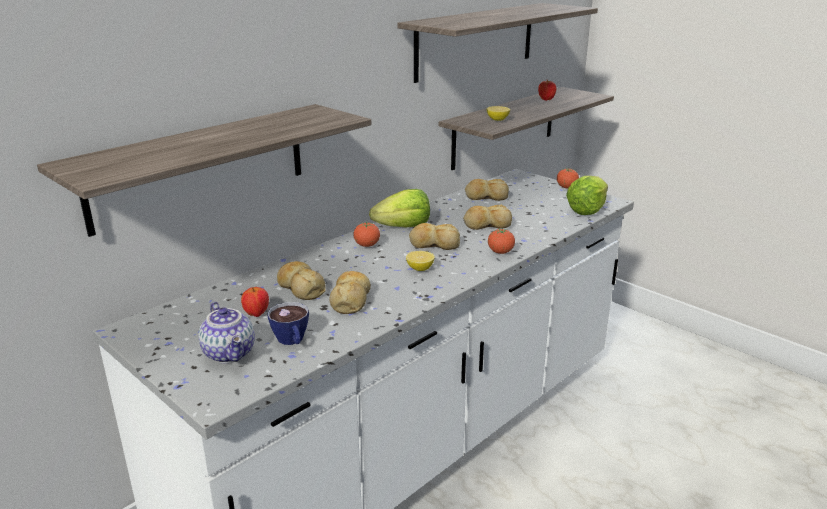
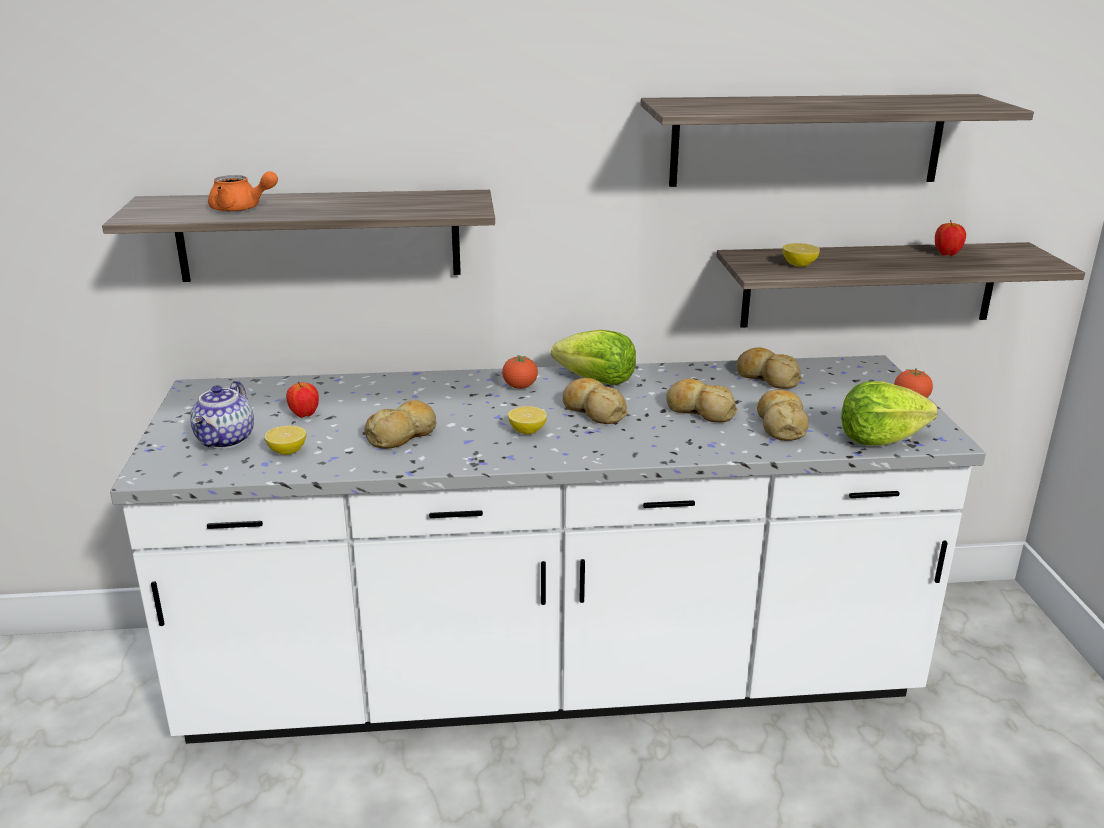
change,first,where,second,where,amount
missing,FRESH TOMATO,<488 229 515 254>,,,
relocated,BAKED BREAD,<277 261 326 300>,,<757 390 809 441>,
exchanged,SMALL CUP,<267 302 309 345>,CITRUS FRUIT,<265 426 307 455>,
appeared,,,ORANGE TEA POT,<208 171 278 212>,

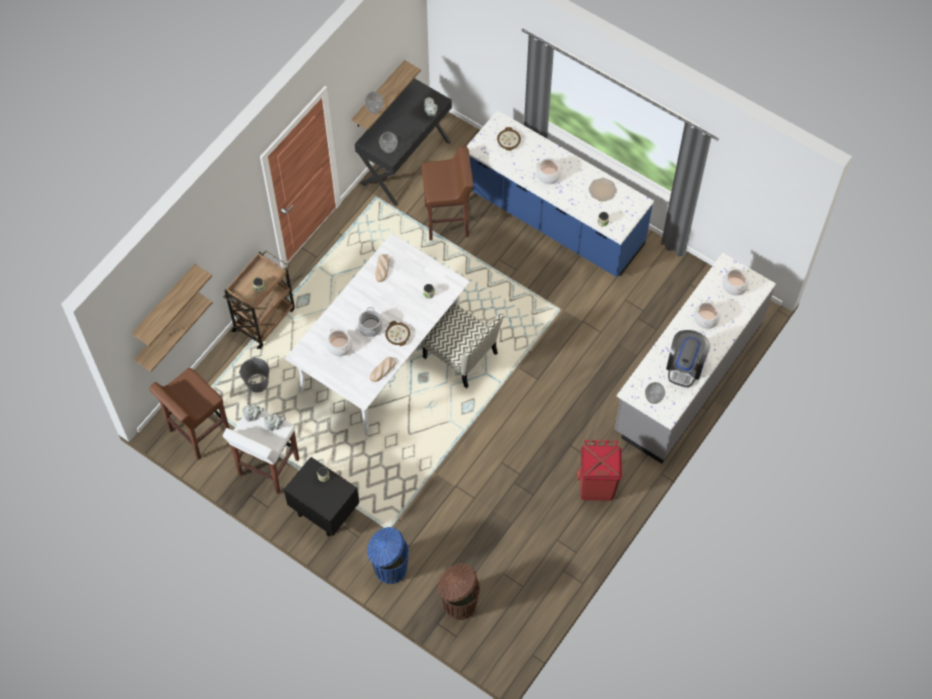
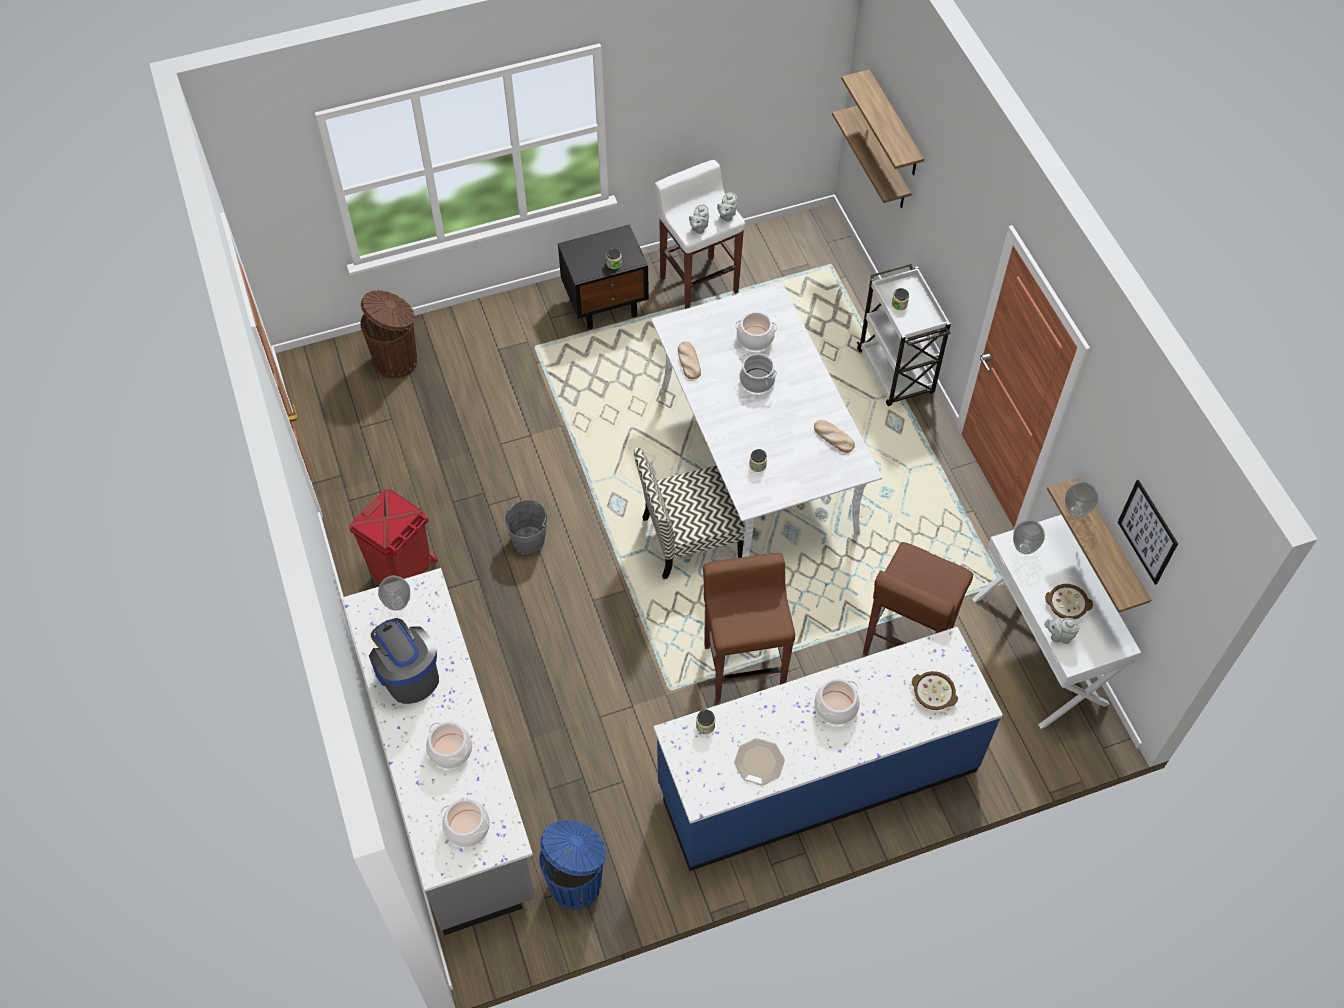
change,first,where,second,where,amount
colour,BLACKISH DESK UNIT,<355 78 452 206>,WHITE DESK UNIT,<972 515 1141 729>,
colour,BROWNISH TROLLEY,<223 250 295 349>,WHITE TROLLEY,<857 264 951 406>,
relocated,SERVING BOWL,<385 321 410 346>,,<1045 584 1093 619>,
relocated,GREY PAIL,<239 357 270 392>,,<504 500 548 554>,
relocated,BROWNISH STOOL SEAT,<149 368 229 460>,,<703 553 795 702>,
relocated,BLUE TRASH CAN,<367 527 409 584>,,<539 820 607 909>,
appeared,,,WALL ART,<1118 480 1178 585>,

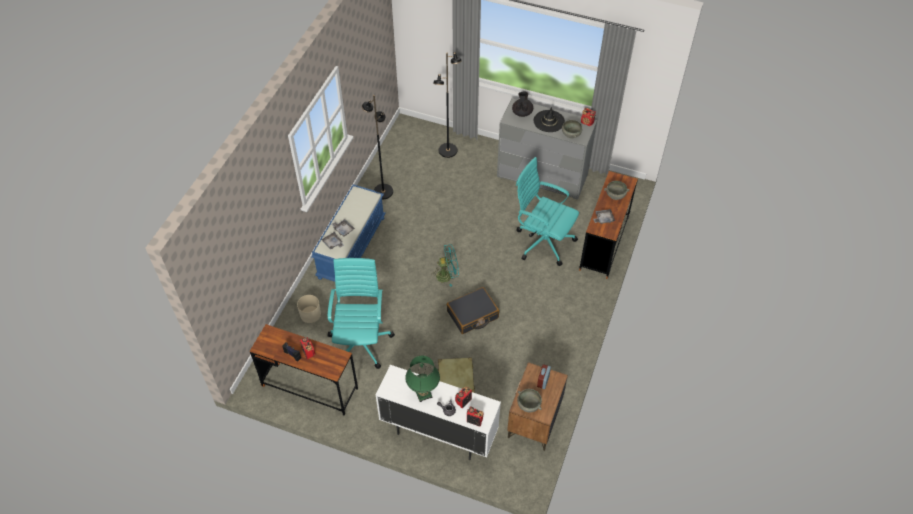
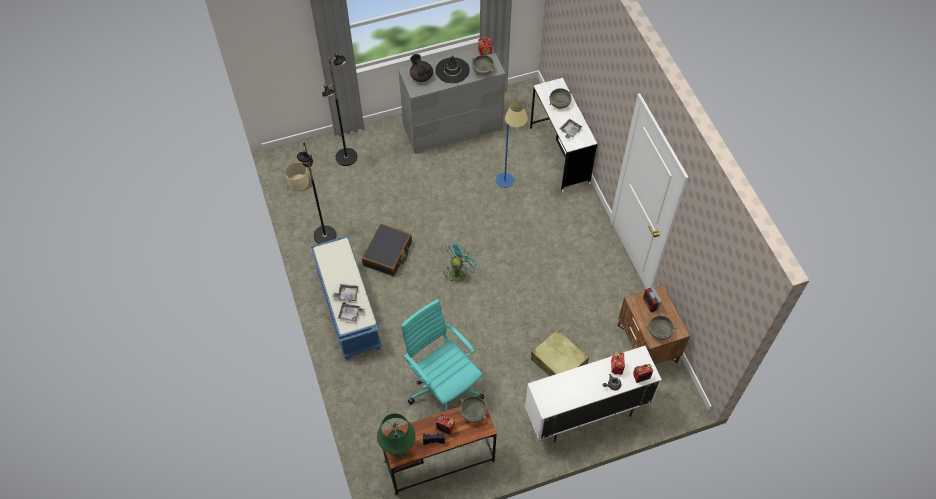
change,first,where,second,where,amount
exchanged,TURQUOISE COMPUTER CHAIR,<516 157 579 266>,BLUE STANDARD LAMP,<496 101 528 188>,
colour,BROWNISH DESK UNIT,<579 171 638 279>,WHITE DESK UNIT,<530 78 597 192>,
relocated,BLACKISH SUITCASE,<447 287 499 334>,,<362 224 412 276>,
relocated,SAND-COLOURED PLANT POT,<297 295 321 323>,,<285 162 309 191>,
relocated,GREEN-COLOURED TABLETOP LAMP,<405 356 440 402>,,<377 413 416 459>,
appeared,,,GREY SERVING BOWL,<460 396 487 423>,

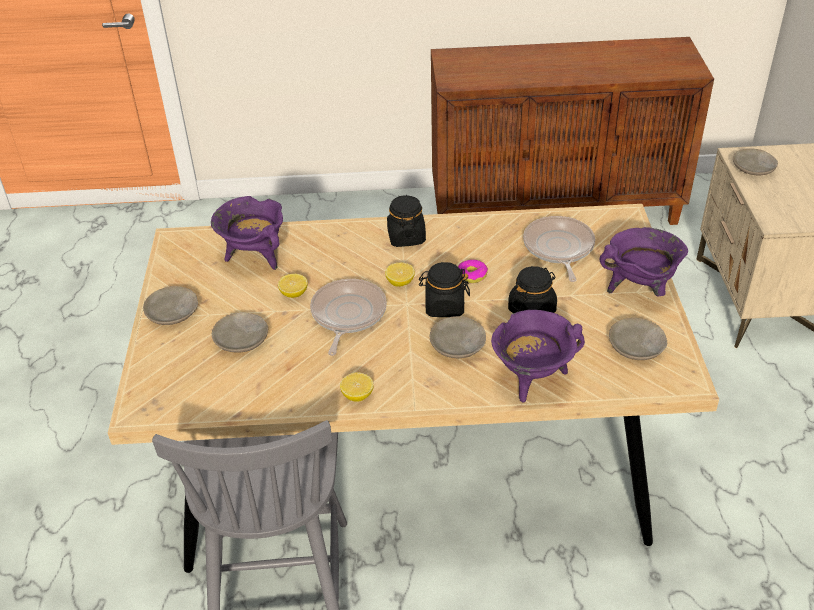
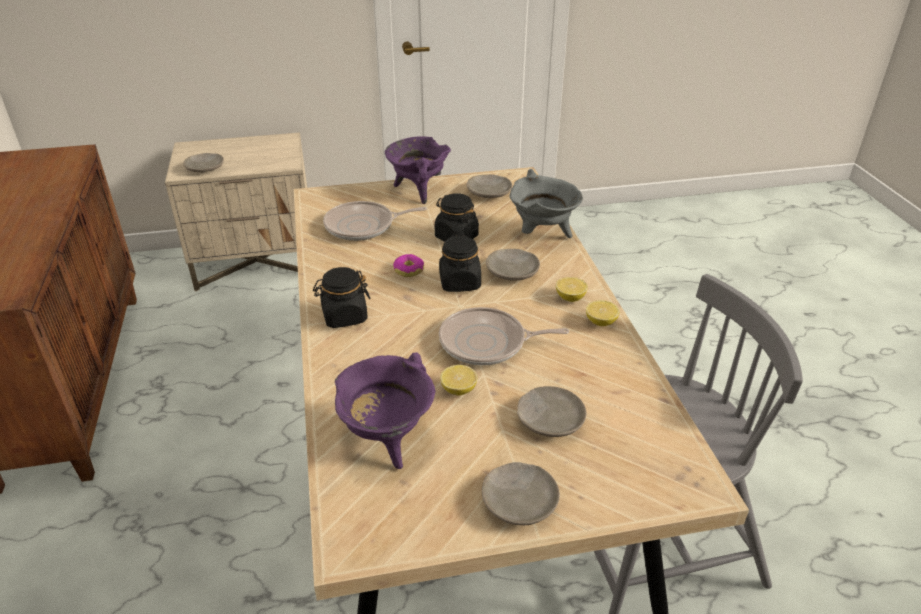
change,first,where,second,where,amount
relocated,CITRUS FRUIT,<385 263 415 287>,,<556 277 588 302>,
colour,PURPLE STOCKPOT,<491 310 585 403>,GREY STOCKPOT,<510 169 583 238>,

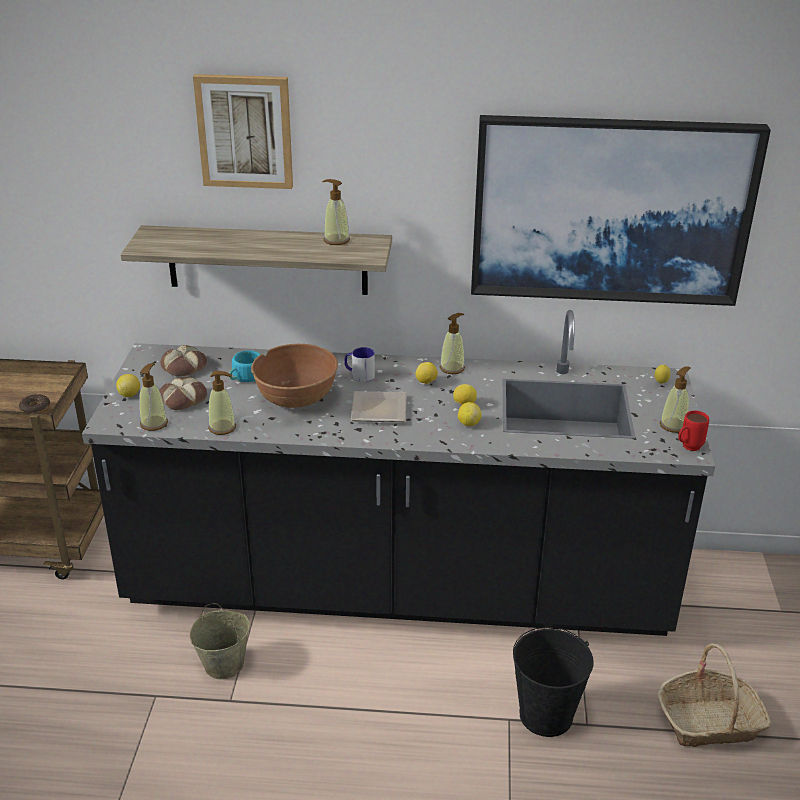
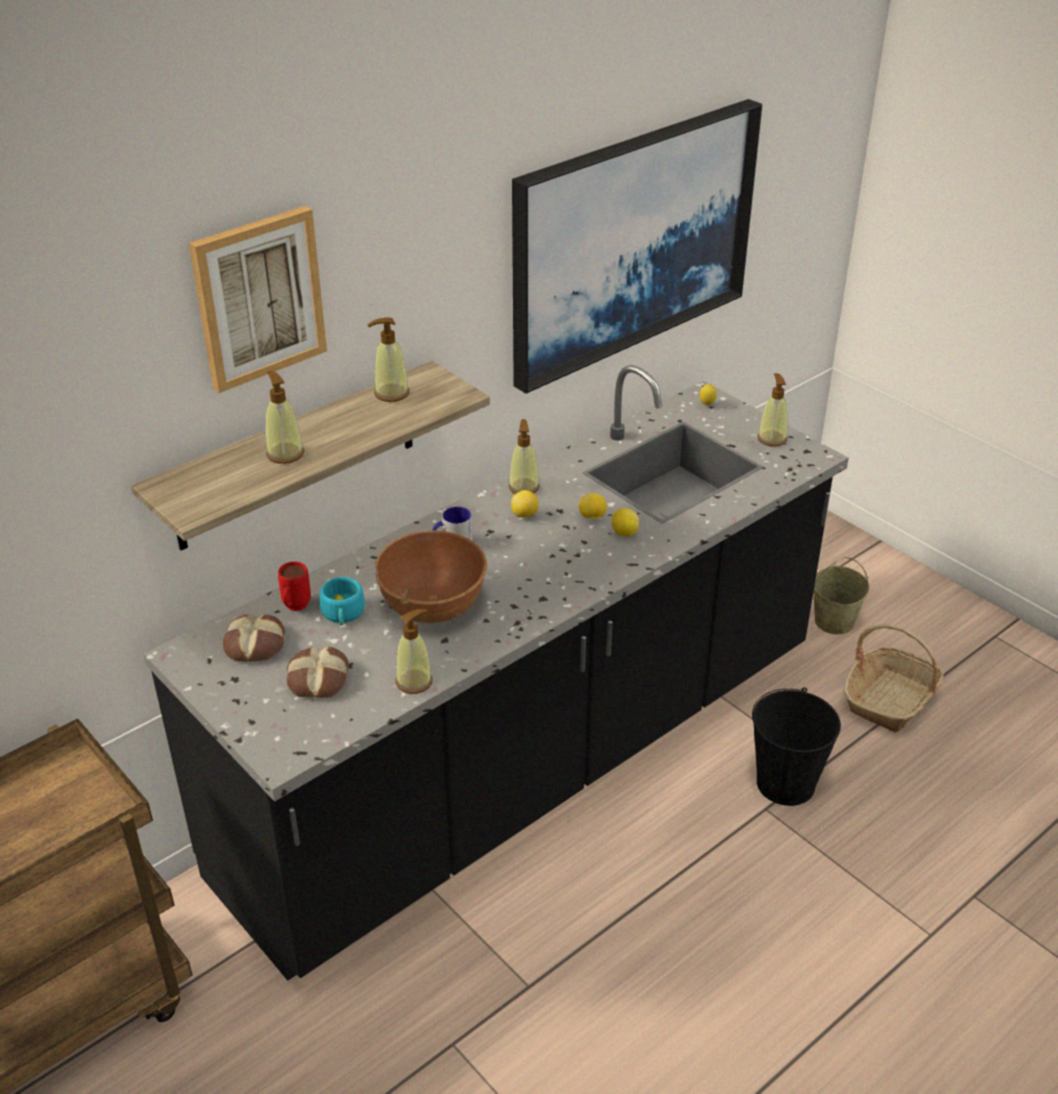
change,first,where,second,where,amount
relocated,LIQUID SOAP BOTTLE,<139 363 168 431>,,<265 371 304 464>,
missing,CITRUS FRUIT,<116 374 140 397>,,,
missing,FLAT DISH,<351 391 407 422>,,,
missing,DONUT,<19 394 50 413>,,,
relocated,REDDISH TEA MUG,<678 411 709 451>,,<278 562 311 611>,
relocated,SAND-COLOURED PAIL,<190 603 250 679>,,<813 557 870 634>,

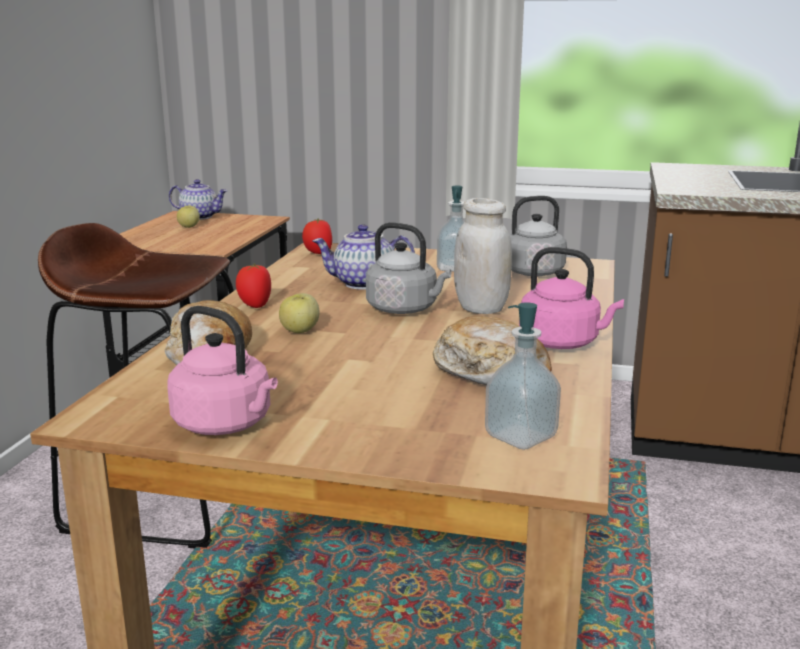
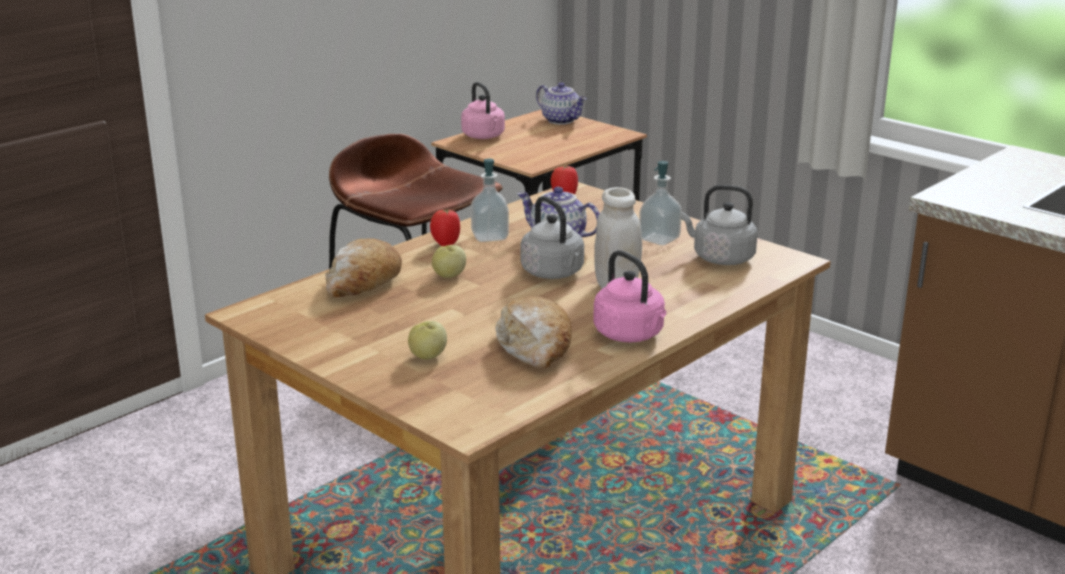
change,first,where,second,where,amount
relocated,WHOLE APPLE,<177 206 200 228>,,<408 321 447 359>,
relocated,LIQUID SOAP BOTTLE,<485 302 561 450>,,<471 159 509 242>,
relocated,PINKISH KETTLE,<167 306 278 435>,,<461 82 505 139>,

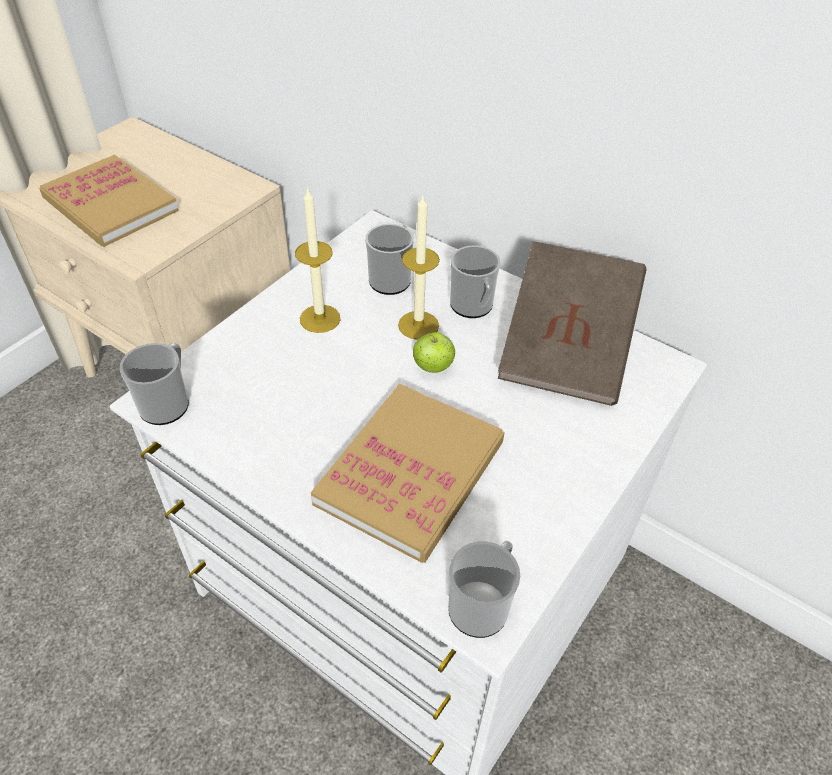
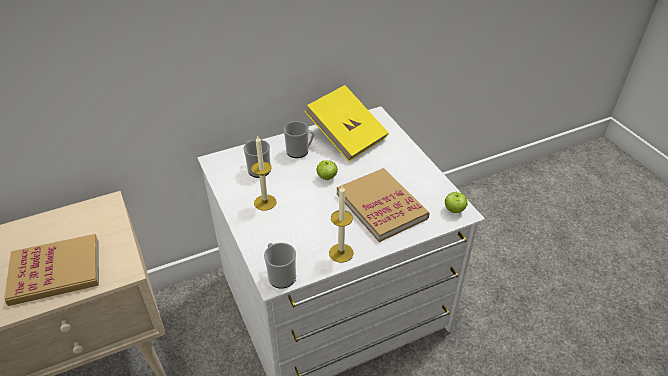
change,first,where,second,where,amount
relocated,WAX CANDLE,<398 196 440 340>,,<329 186 354 263>,
colour,BROWNISH VOLUME,<498 241 646 406>,YELLOW-COLOURED VOLUME,<305 85 389 162>,
exchanged,TEA MUG,<448 541 520 638>,WHOLE APPLE,<445 191 467 213>,

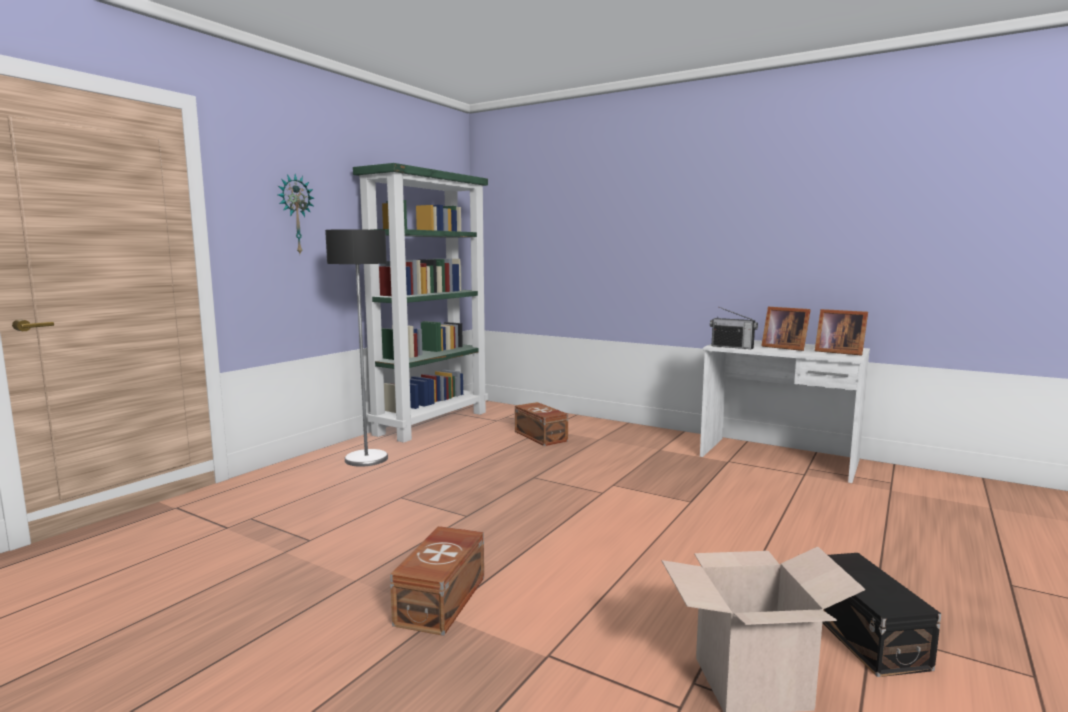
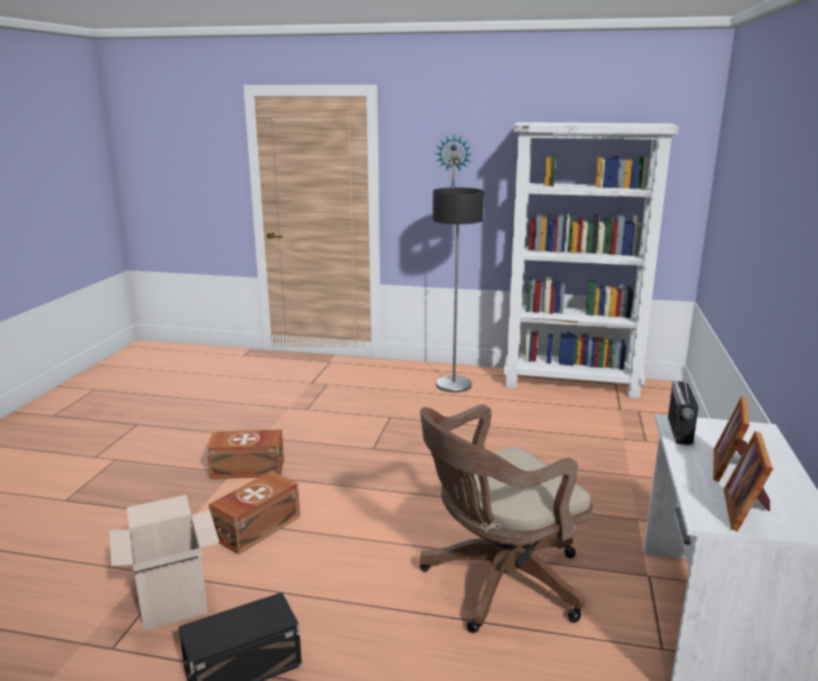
change,first,where,second,where,amount
colour,GREEN-COLOURED BOOKCASE,<353 163 488 443>,WHITE BOOKCASE,<504 122 679 398>,
relocated,BROWNISH STORAGE BIN,<515 402 568 446>,,<209 471 300 555>,
appeared,,,BROWNISH COMPUTER CHAIR,<420 404 593 633>,

